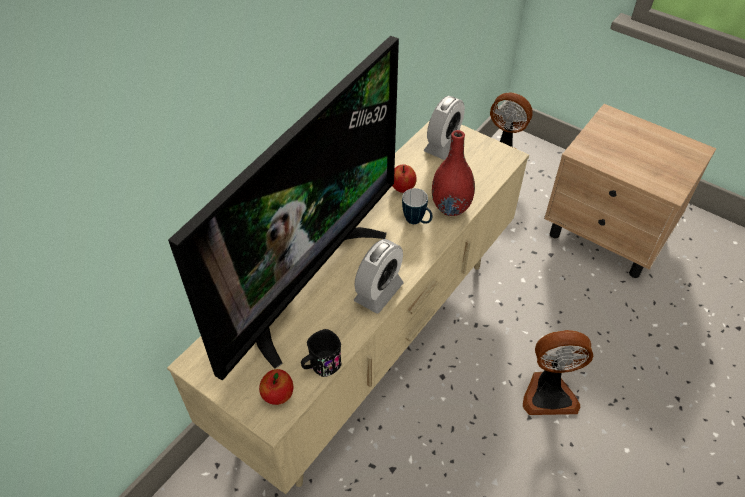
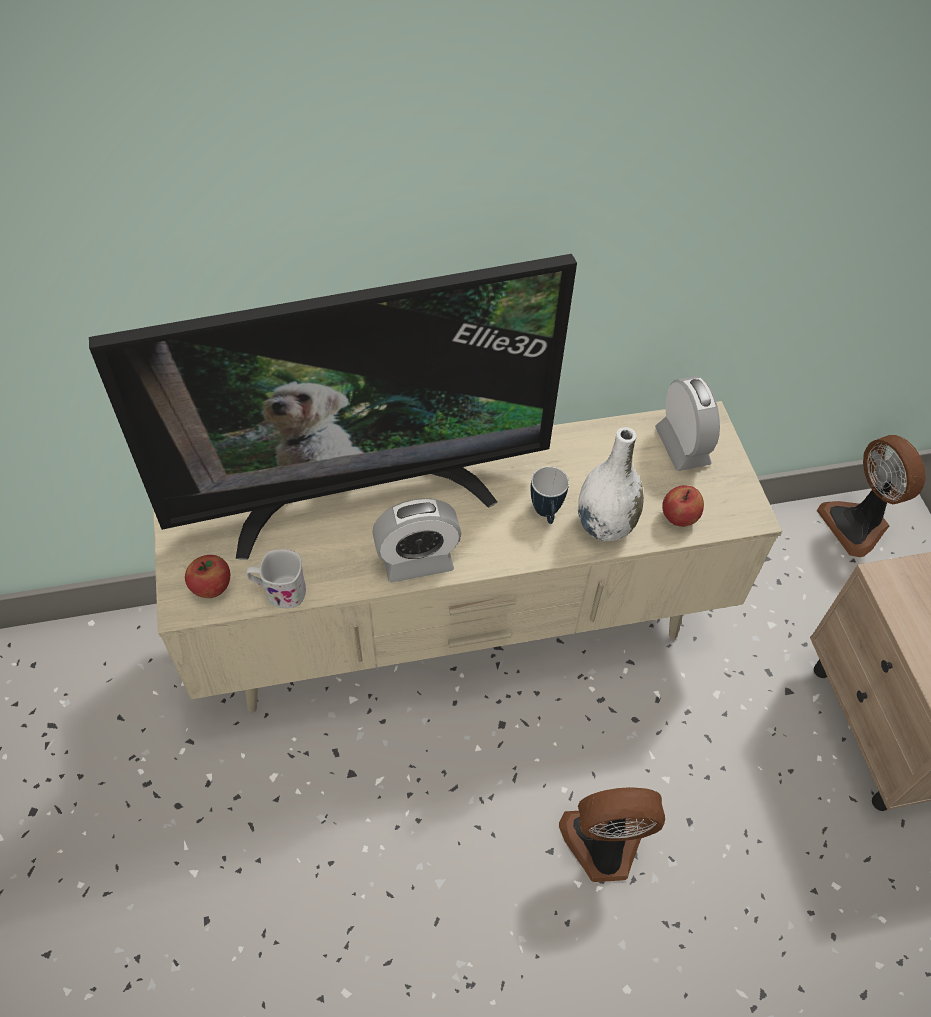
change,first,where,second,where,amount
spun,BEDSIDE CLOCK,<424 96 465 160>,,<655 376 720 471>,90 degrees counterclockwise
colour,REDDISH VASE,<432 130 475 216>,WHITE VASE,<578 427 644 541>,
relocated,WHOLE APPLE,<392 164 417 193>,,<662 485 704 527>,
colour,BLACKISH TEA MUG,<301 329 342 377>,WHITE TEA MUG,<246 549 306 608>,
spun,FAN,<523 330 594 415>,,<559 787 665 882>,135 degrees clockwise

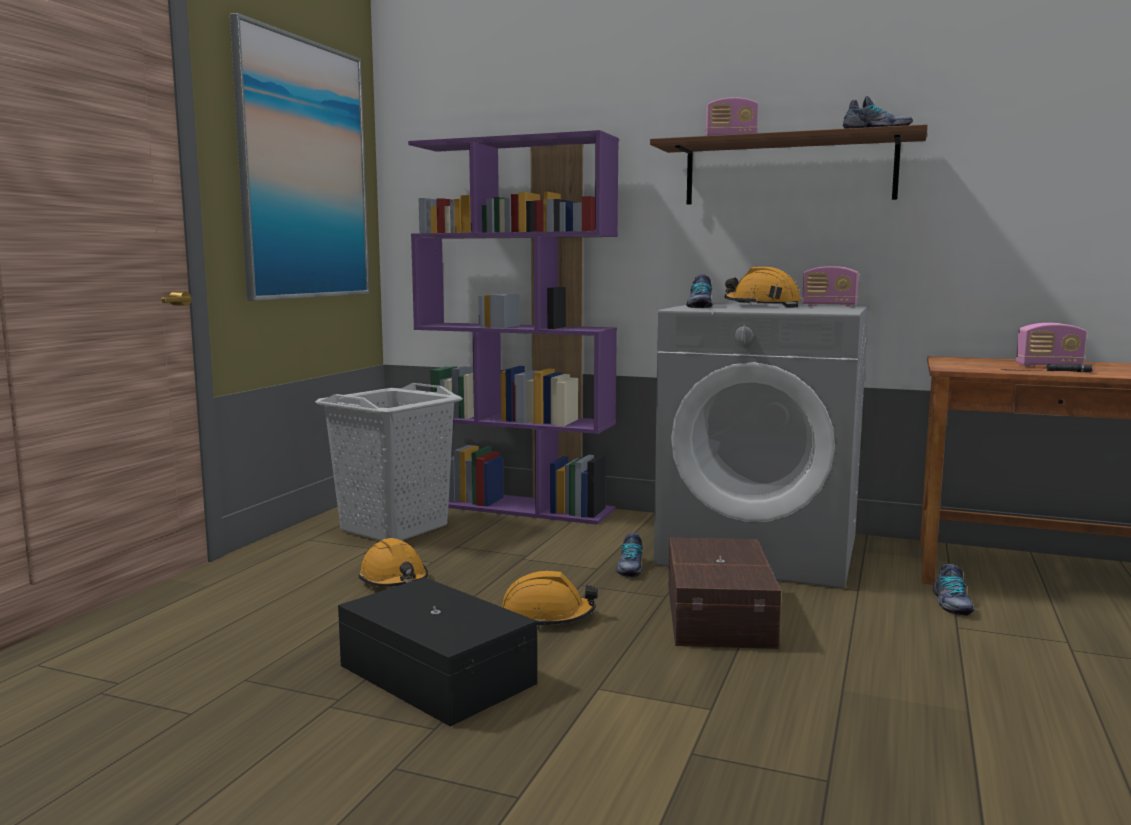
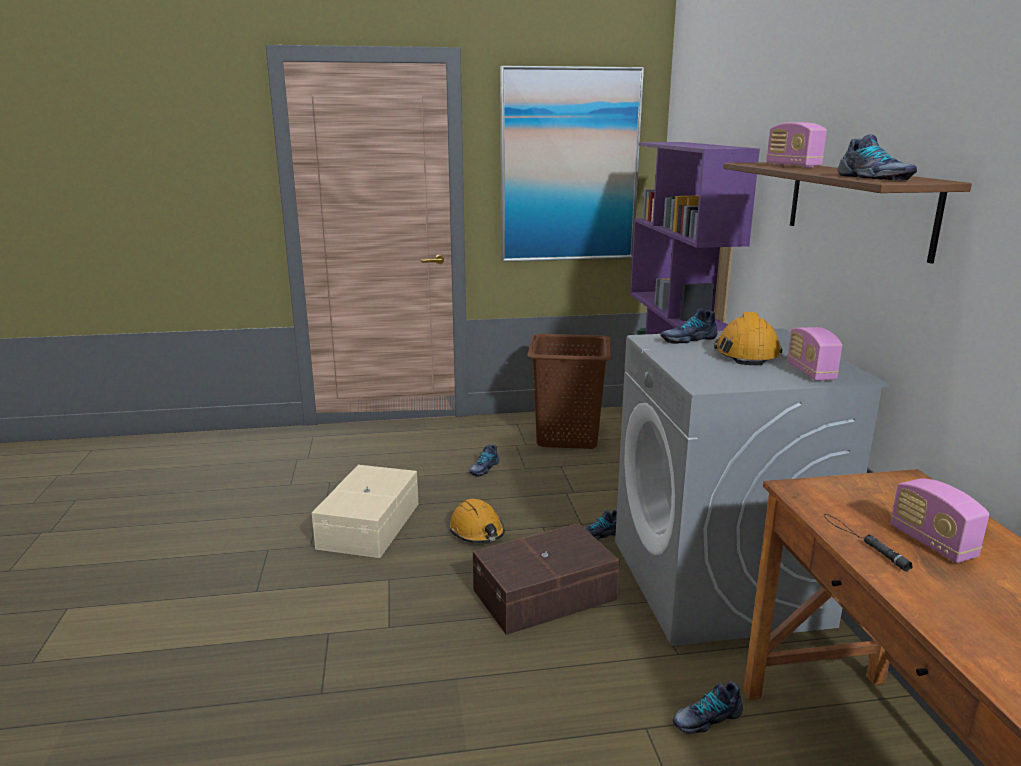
change,first,where,second,where,amount
colour,GREY LAUNDRY BASKET,<315 383 463 541>,BROWNISH LAUNDRY BASKET,<527 334 611 449>,
exchanged,ORANGE WORK HELMET,<359 538 428 587>,LOW SHOE,<469 444 499 477>,
colour,BLACKISH STORAGE BIN,<338 577 537 726>,SAND-COLOURED STORAGE BIN,<312 465 418 558>,

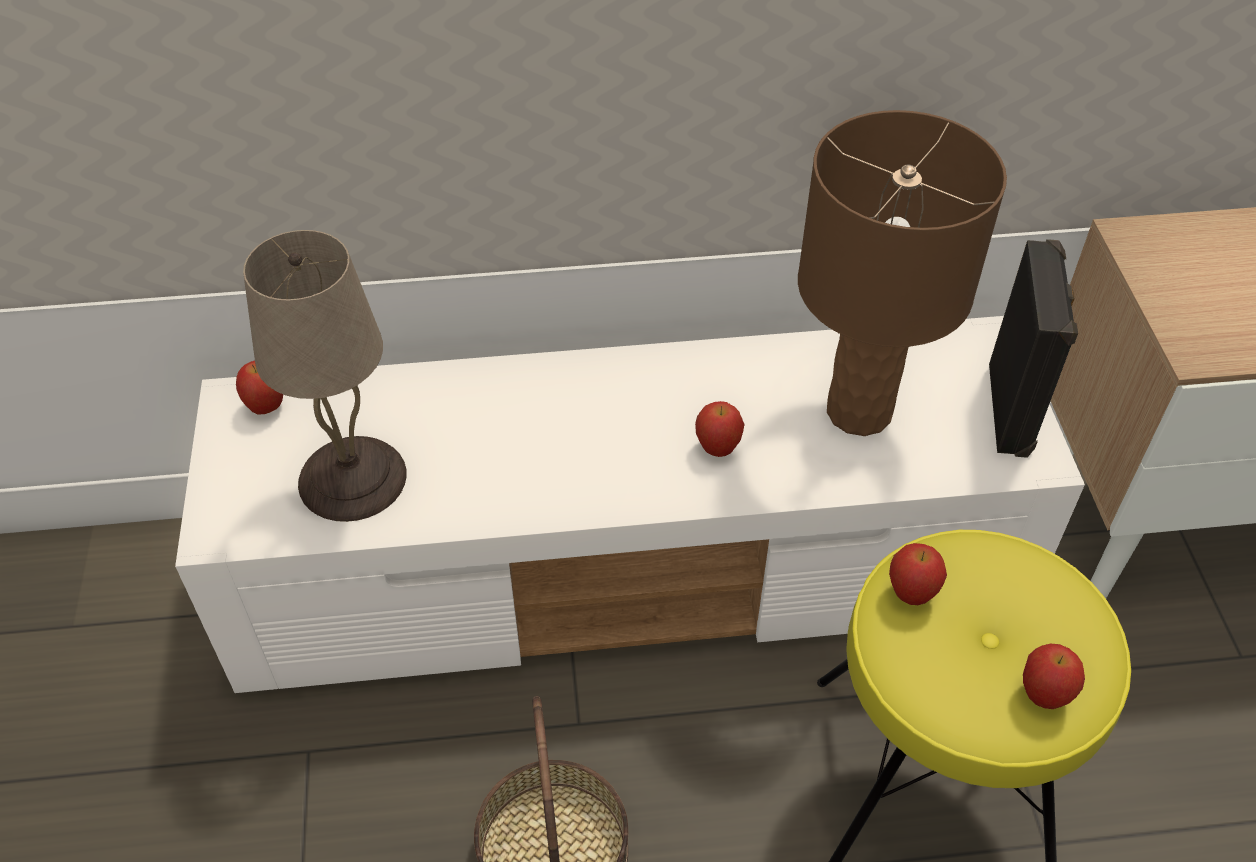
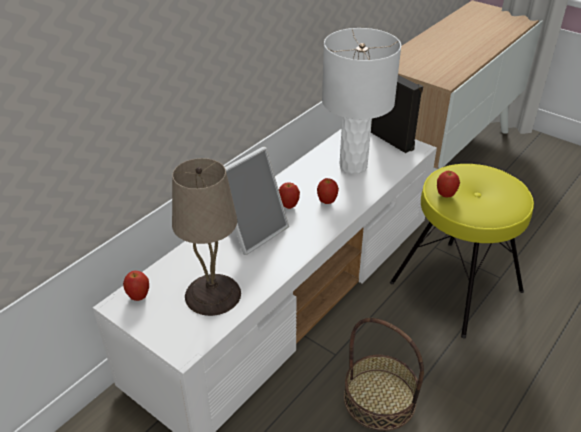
change,first,where,second,where,amount
colour,BROWNISH TABLETOP LAMP,<798 110 1007 436>,WHITE TABLETOP LAMP,<322 28 401 174>,
relocated,WHOLE APPLE,<1023 644 1085 709>,,<279 182 300 209>,
appeared,,,PHOTO FRAME,<225 147 289 255>,

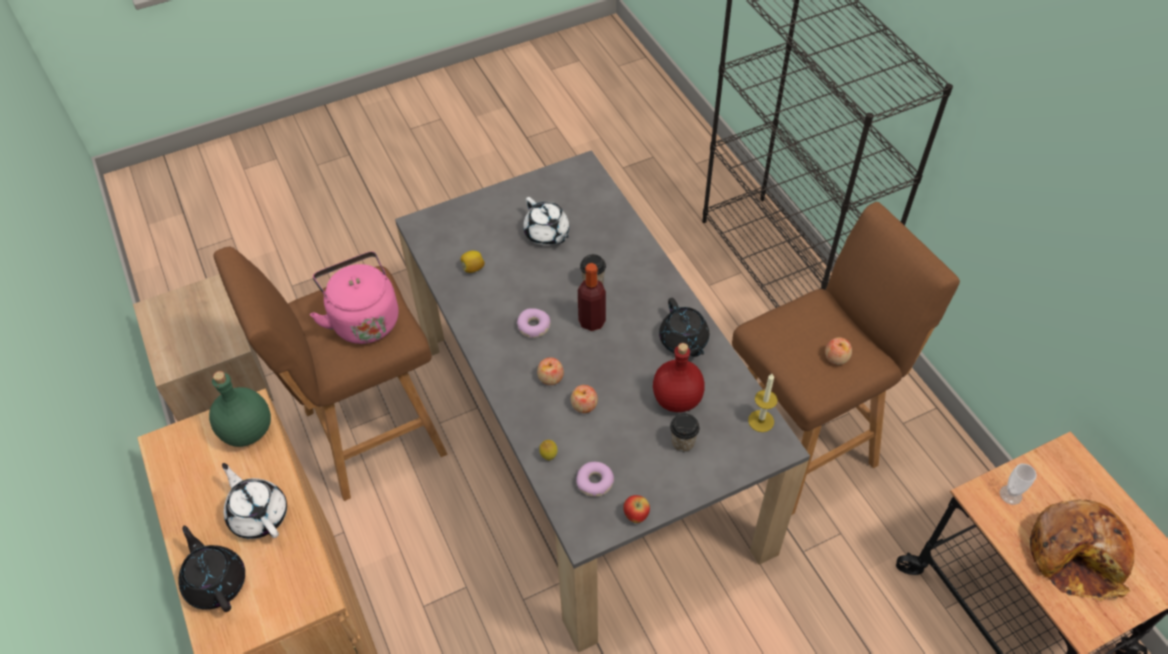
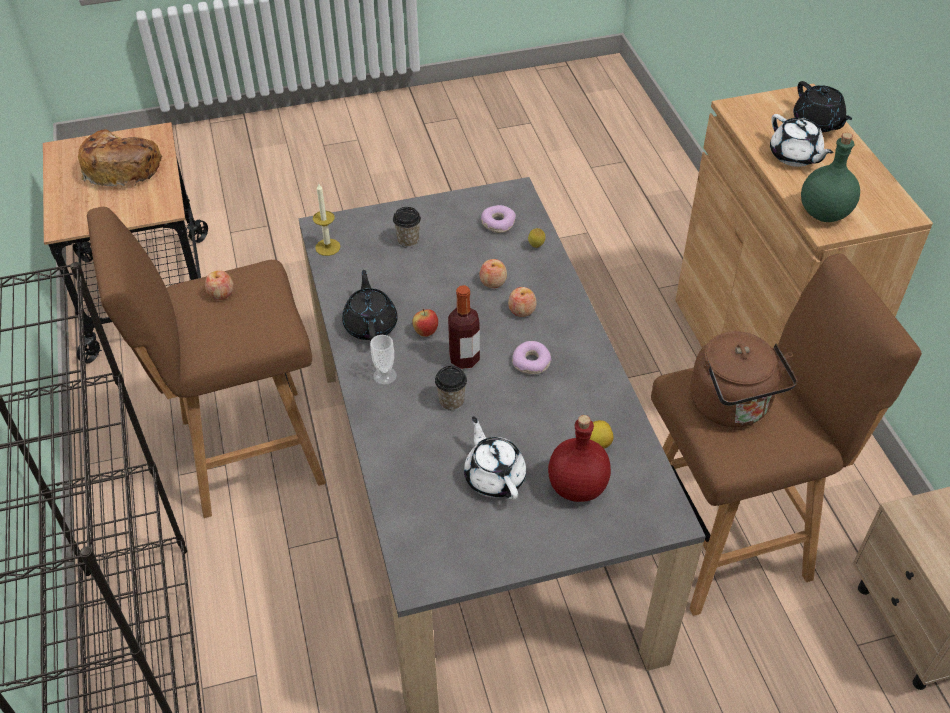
change,first,where,second,where,amount
colour,PINKISH KETTLE,<310 252 398 344>,BROWNISH KETTLE,<690 331 797 427>,
relocated,REDDISH BEVERAGE BOTTLE,<653 343 705 412>,,<548 415 611 502>,
relocated,SMALL CUP,<1000 464 1037 505>,,<370 335 397 385>,
relocated,WHOLE APPLE,<623 495 650 523>,,<412 309 438 337>,

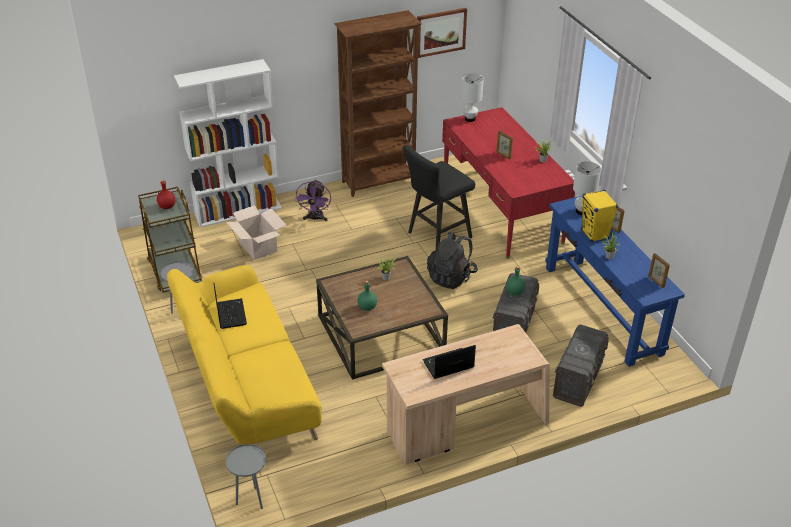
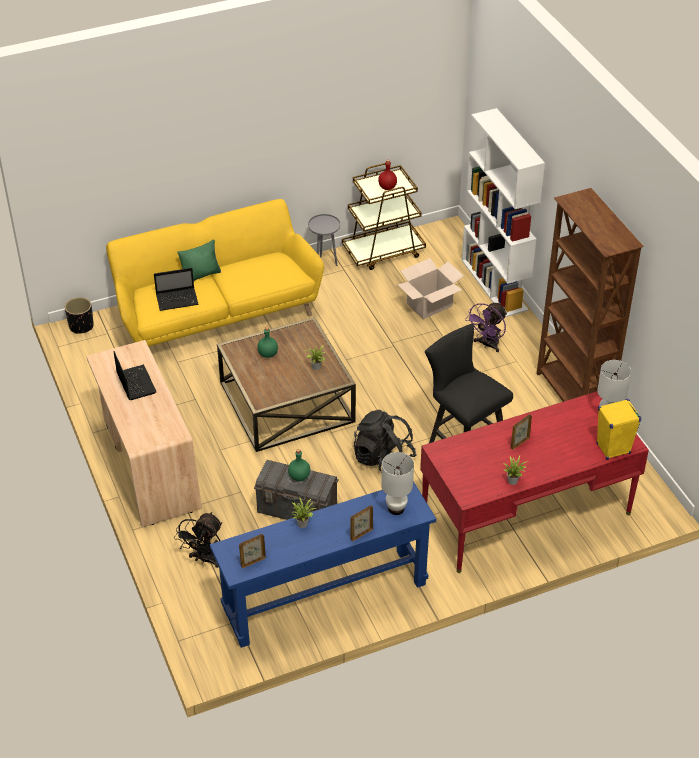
change,first,where,second,where,amount
missing,WALL ART,<417 8 467 58>,,,
spun,PURPLE FAN,<295 180 331 222>,,<465 302 507 352>,60 degrees counterclockwise
relocated,YELLOW-COLOURED LOUDSPEAKER,<581 190 618 242>,,<596 399 641 460>,
relocated,LAPTOP,<213 283 247 329>,,<154 268 198 311>,
exchanged,GREY STORAGE BIN,<553 324 609 407>,BLACKISH FAN,<174 512 222 568>,
exchanged,GREY END TABLE,<226 444 266 509>,BLACKISH PLANT POT,<65 297 94 334>,
appeared,,,GREEN-COLOURED PILLOW,<177 239 221 281>,

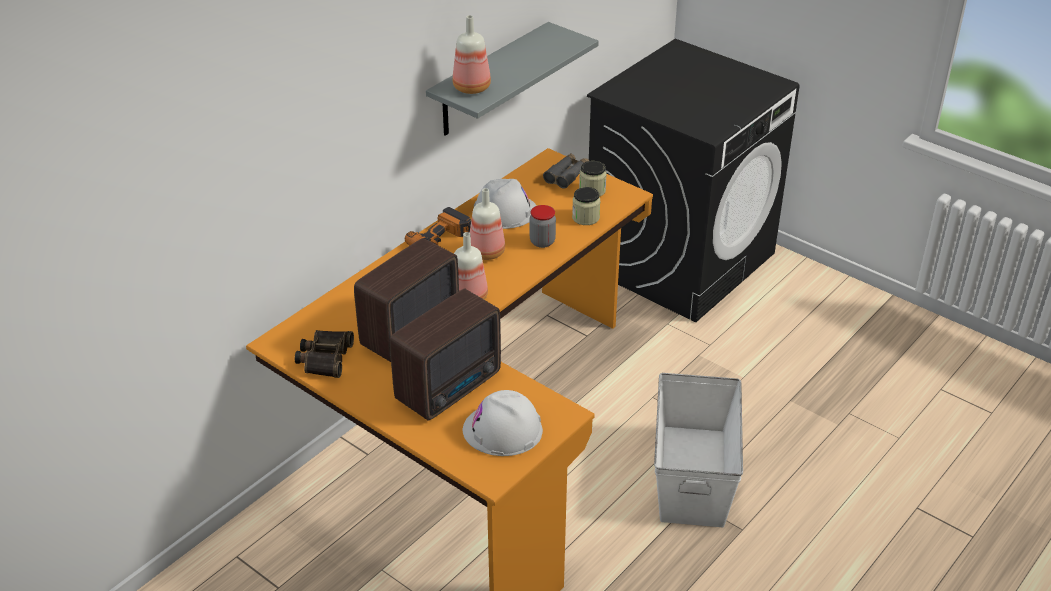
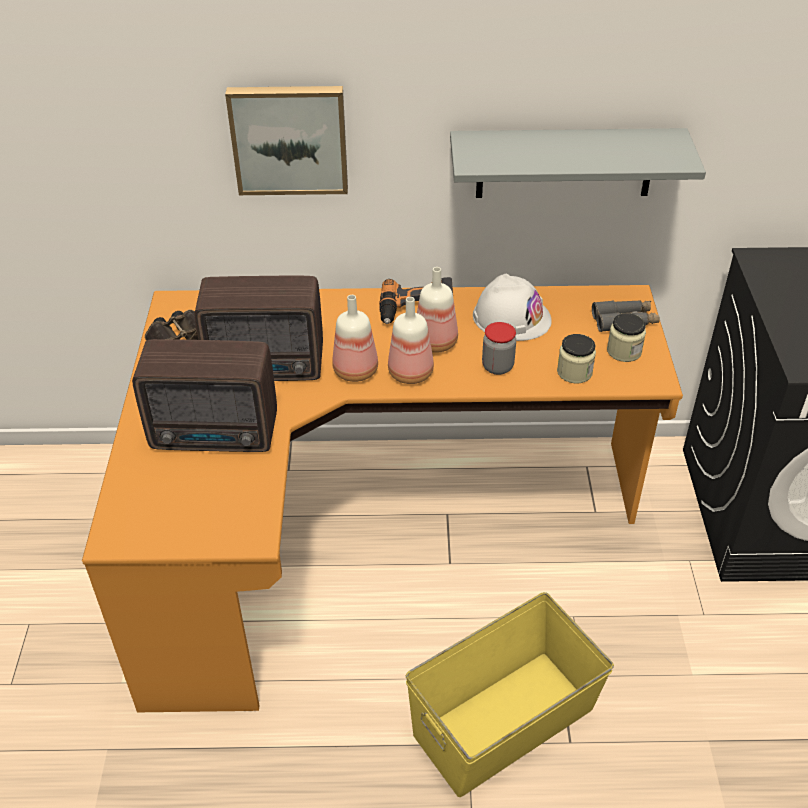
change,first,where,second,where,amount
relocated,BEVERAGE BOTTLE,<453 15 491 94>,,<388 297 434 384>,
colour,WHITE STORAGE BIN,<654 373 743 527>,YELLOW-COLOURED STORAGE BIN,<406 592 614 797>,
missing,WHITE WORK HELMET,<463 390 543 456>,,,
appeared,,,WALL ART,<225 86 348 195>,

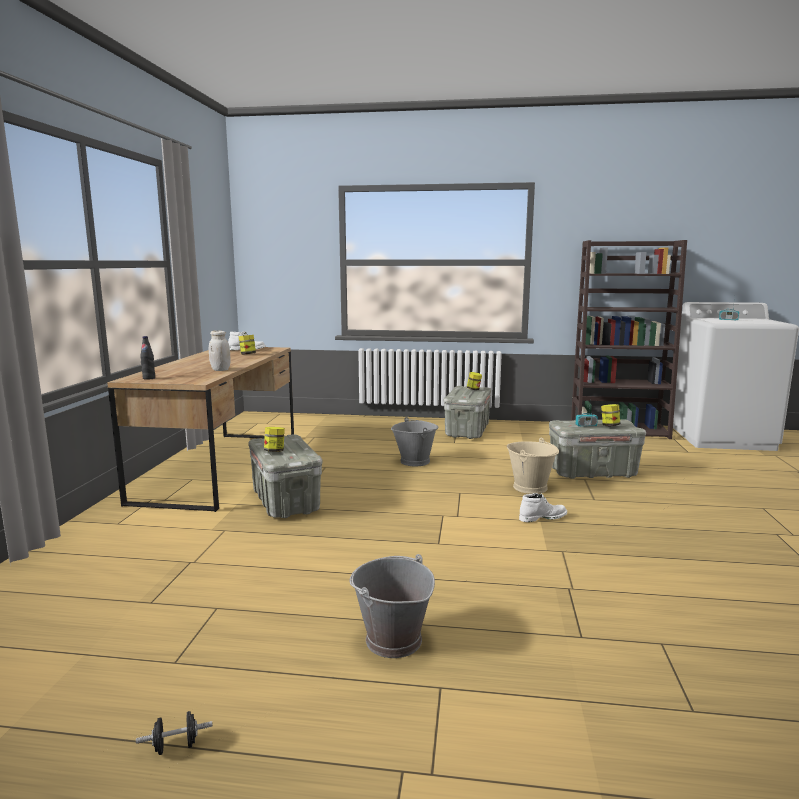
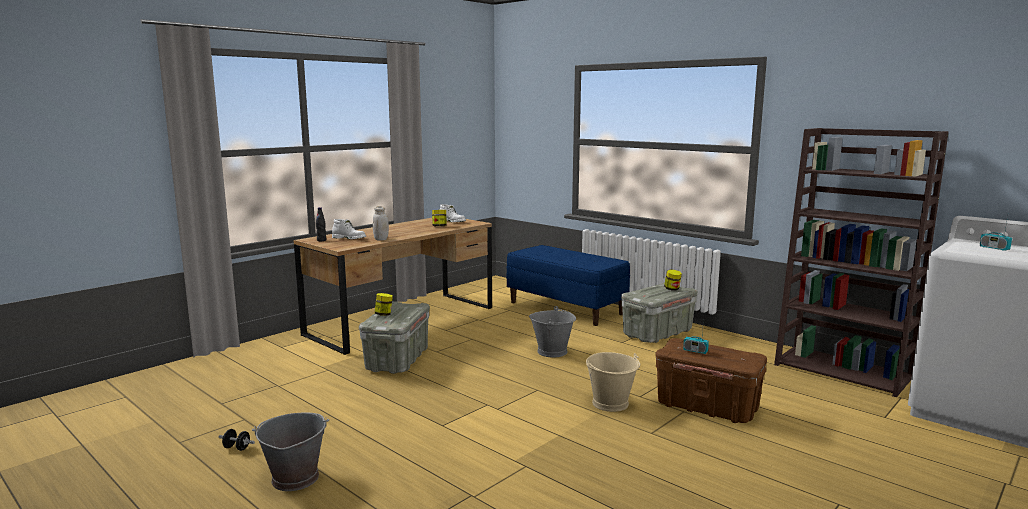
change,first,where,second,where,amount
missing,PRESERVE JAR,<601 404 620 426>,,,
colour,GREY STORAGE BIN,<549 419 646 479>,BROWNISH STORAGE BIN,<655 338 767 423>,
relocated,WHITE TALL BOOT,<519 493 567 522>,,<332 219 366 239>,
relocated,BLACKISH DUMBBELL,<136 711 213 755>,,<219 429 255 451>,
appeared,,,BLUE BENCH,<507 245 630 326>,

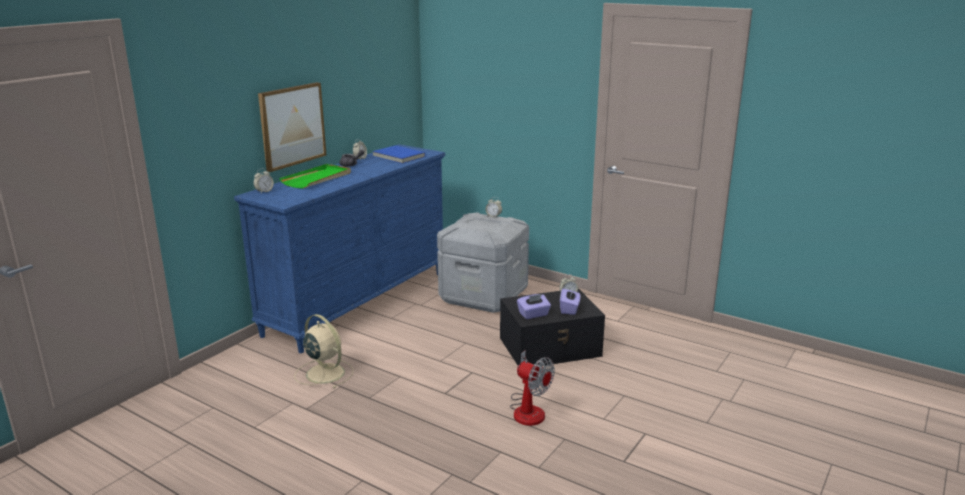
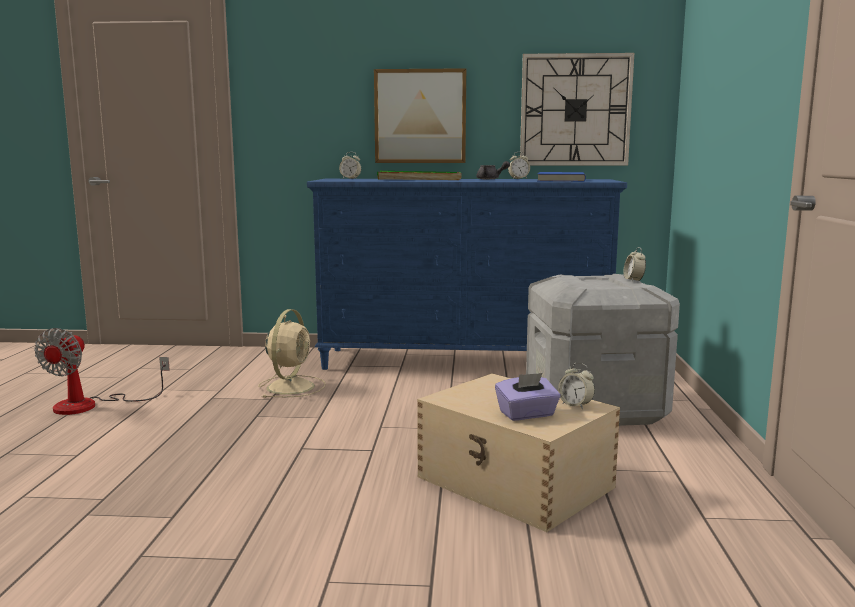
change,first,where,second,where,amount
colour,BLACKISH STORAGE BIN,<500 288 605 366>,SAND-COLOURED STORAGE BIN,<417 373 620 532>,
missing,PURPLE BOX OF TISSUES,<517 294 551 319>,,,
relocated,FAN,<510 350 555 426>,,<34 328 170 415>,
appeared,,,CLOCK ON THE WALL,<520 53 634 166>,

